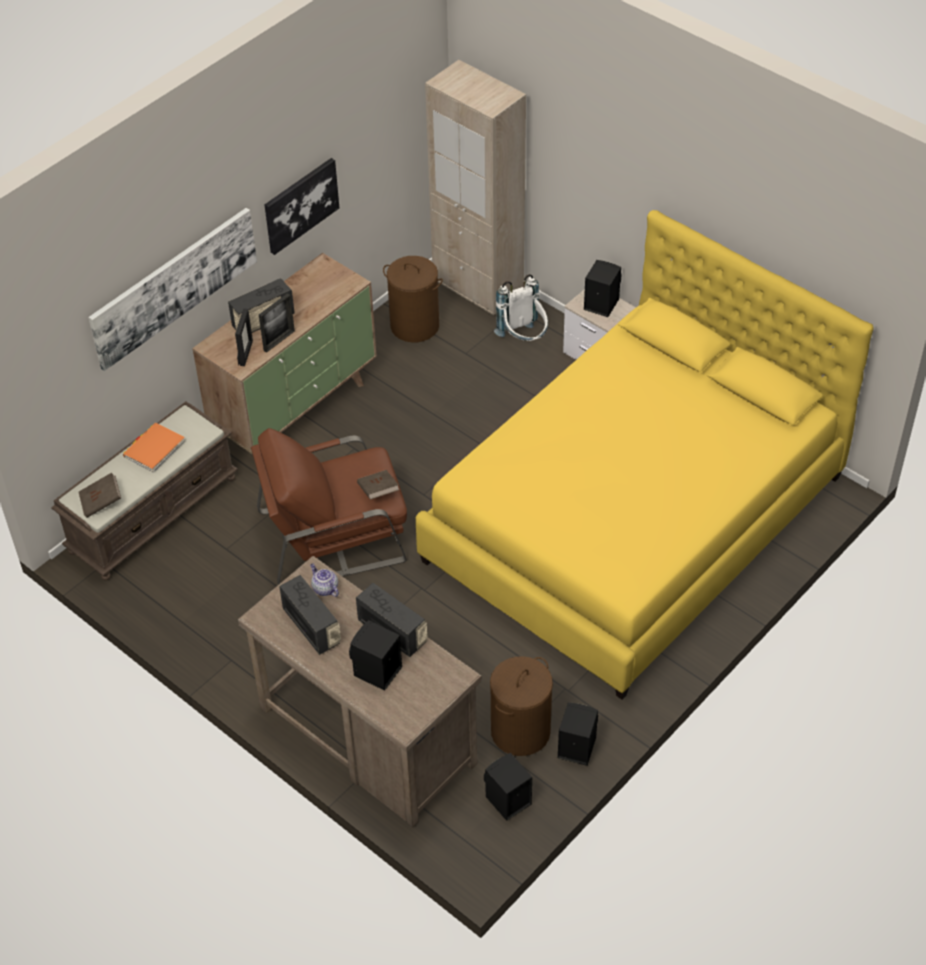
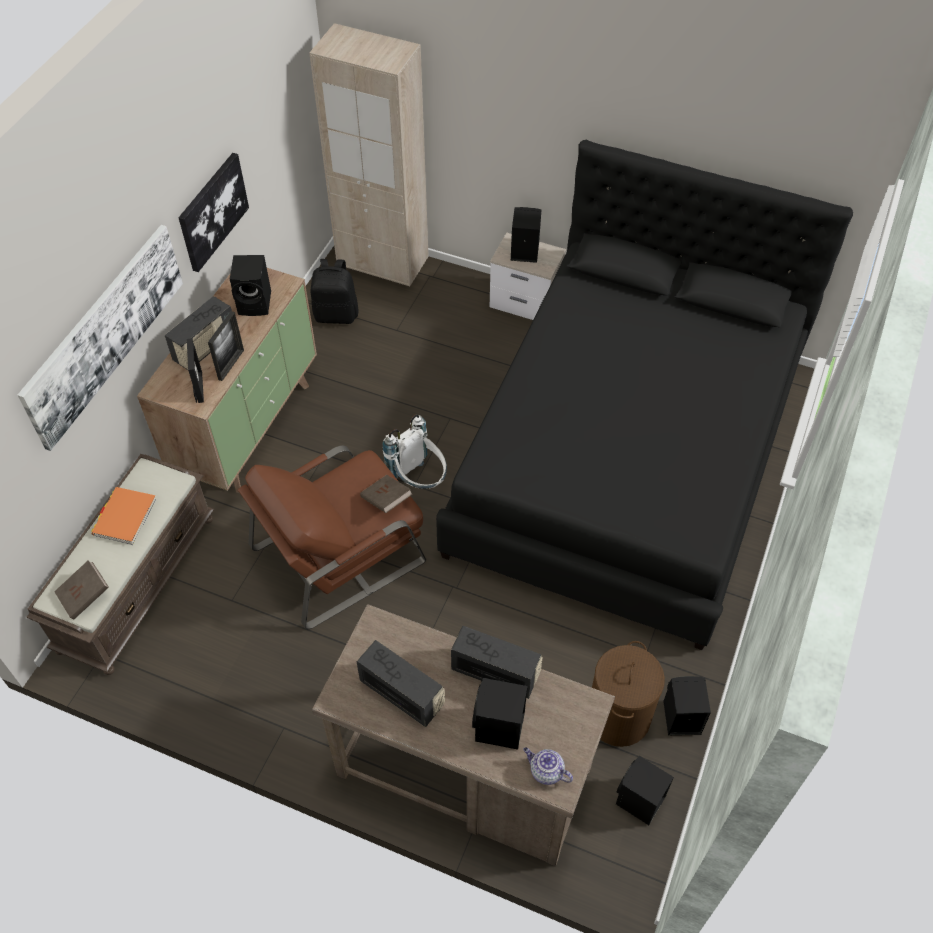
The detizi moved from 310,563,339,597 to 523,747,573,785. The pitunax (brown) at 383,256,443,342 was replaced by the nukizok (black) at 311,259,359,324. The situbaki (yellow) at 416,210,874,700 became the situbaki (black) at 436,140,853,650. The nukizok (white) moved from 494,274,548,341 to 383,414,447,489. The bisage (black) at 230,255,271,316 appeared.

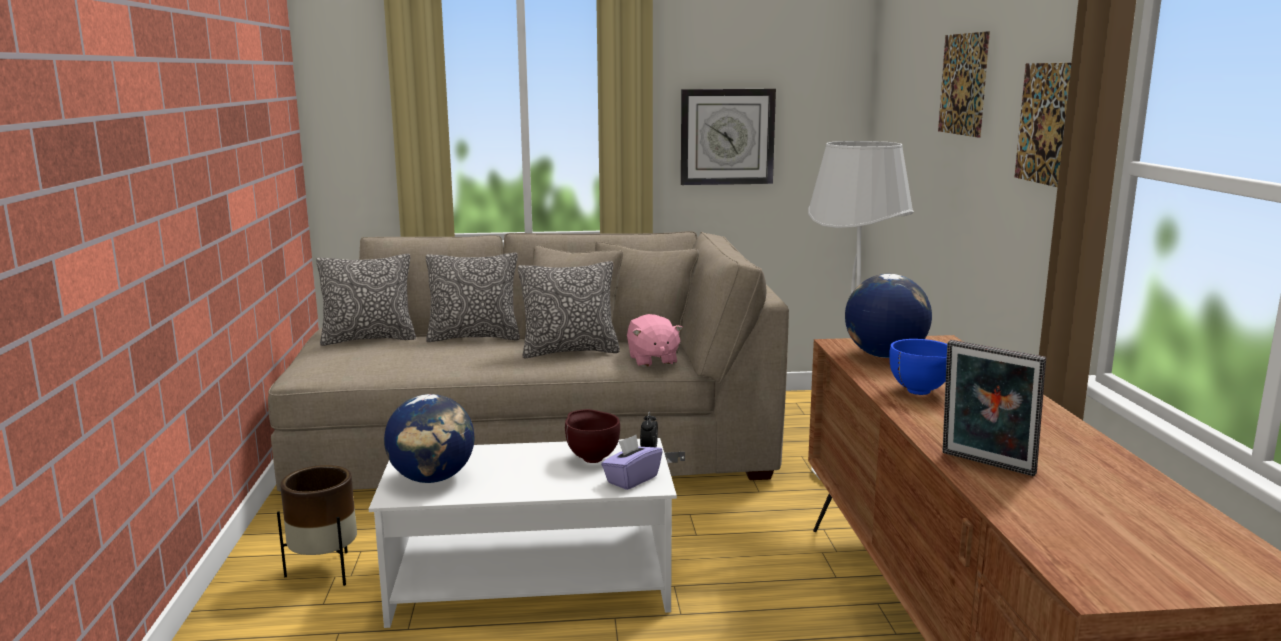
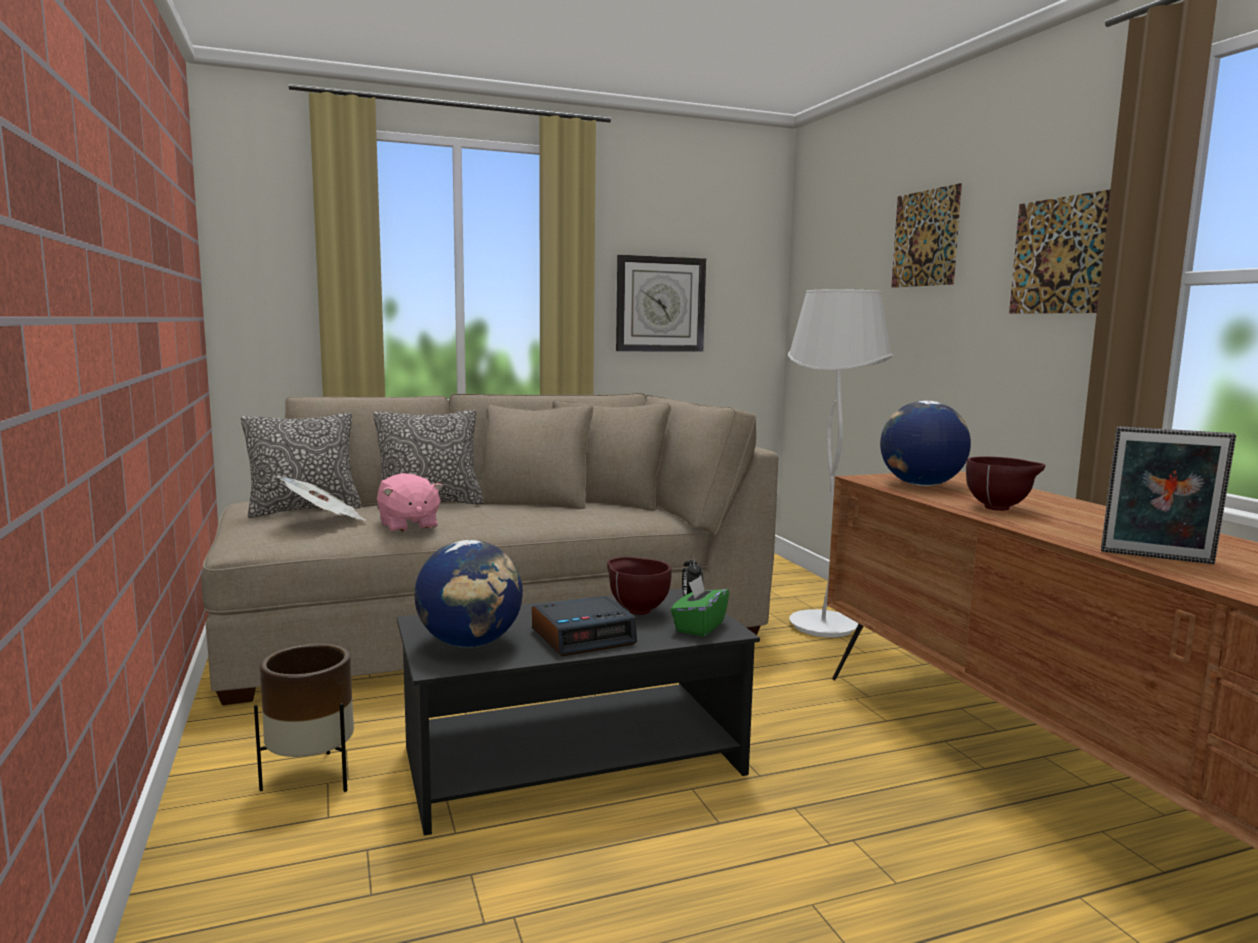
The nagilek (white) at 369,438,677,628 became the nagilek (black) at 397,588,760,836. The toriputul at 518,261,620,358 disappeared. The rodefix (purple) at 601,435,663,490 became the rodefix (green) at 671,576,729,637. The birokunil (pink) moved from 627,314,683,367 to 377,473,443,533. The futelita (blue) at 889,339,947,395 became the futelita (brown) at 966,456,1045,511. The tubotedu at 276,476,366,521 appeared. The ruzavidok at 532,596,637,657 appeared.

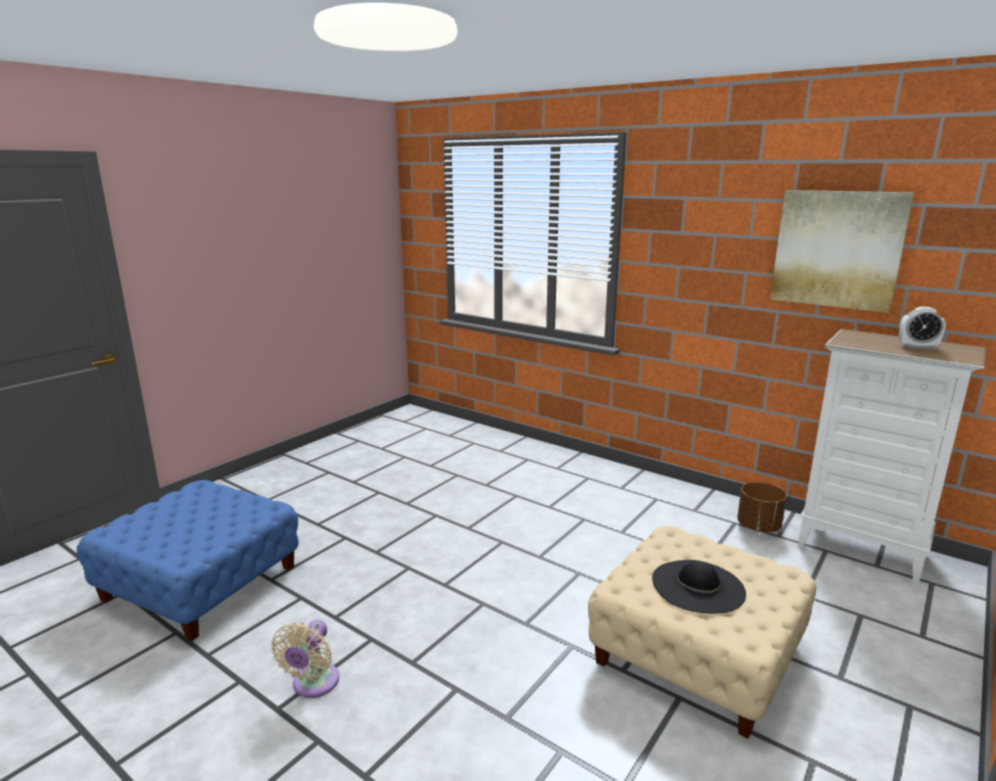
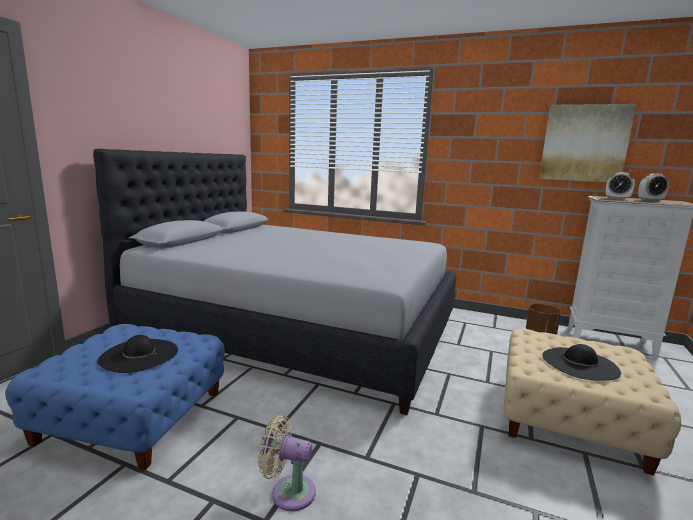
The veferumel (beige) at 271,620,339,698 turned 105 degrees clockwise. The situbaki (grey) at 93,149,456,415 appeared. The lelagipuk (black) at 97,335,178,373 appeared. The ruzavidok at 606,172,635,200 appeared.

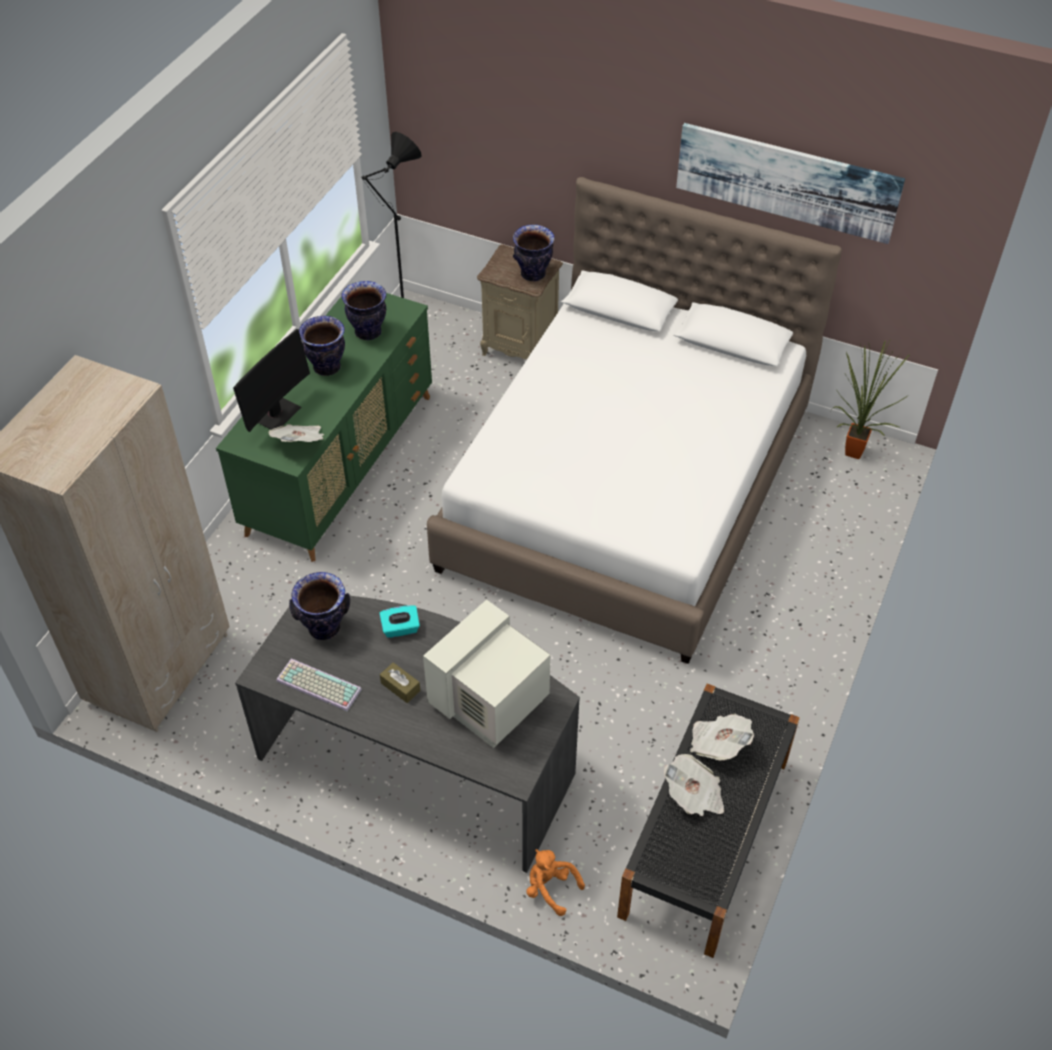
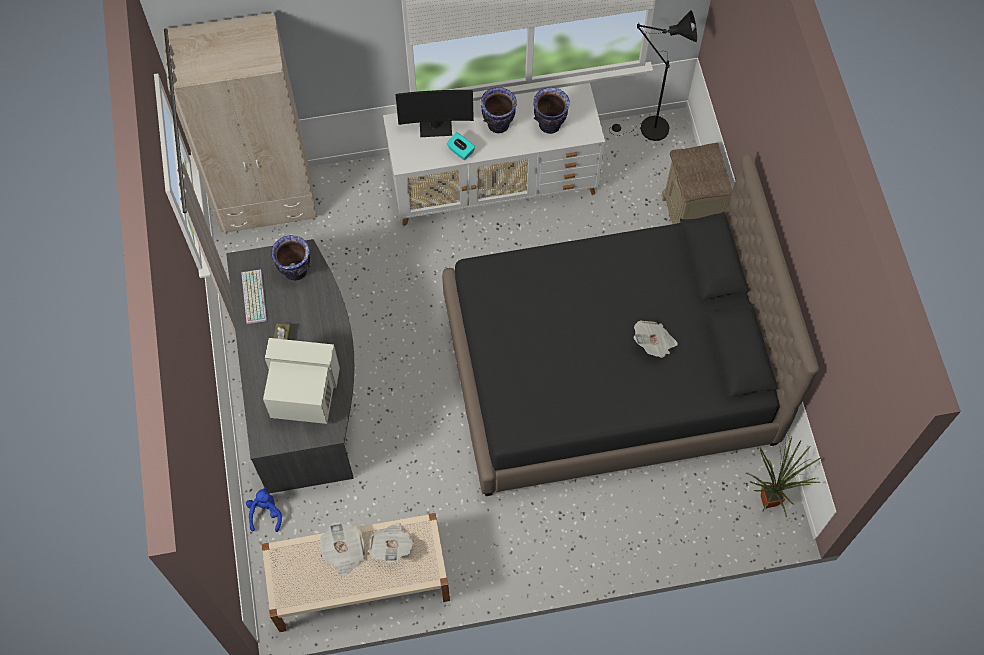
The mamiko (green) at 216,293,432,562 became the mamiko (white) at 383,83,605,226. The tubotedu moved from 269,424,324,442 to 633,320,678,358. The rodefix (turquoise) moved from 379,605,420,638 to 447,132,475,160. The situbaki (white) at 427,177,842,664 became the situbaki (black) at 442,154,819,496. The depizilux at 513,224,555,281 disappeared. The birokunil (orange) at 526,849,585,916 became the birokunil (blue) at 246,487,282,532. The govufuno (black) at 617,683,800,958 became the govufuno (beige) at 261,513,450,632. The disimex at 676,123,905,244 disappeared.

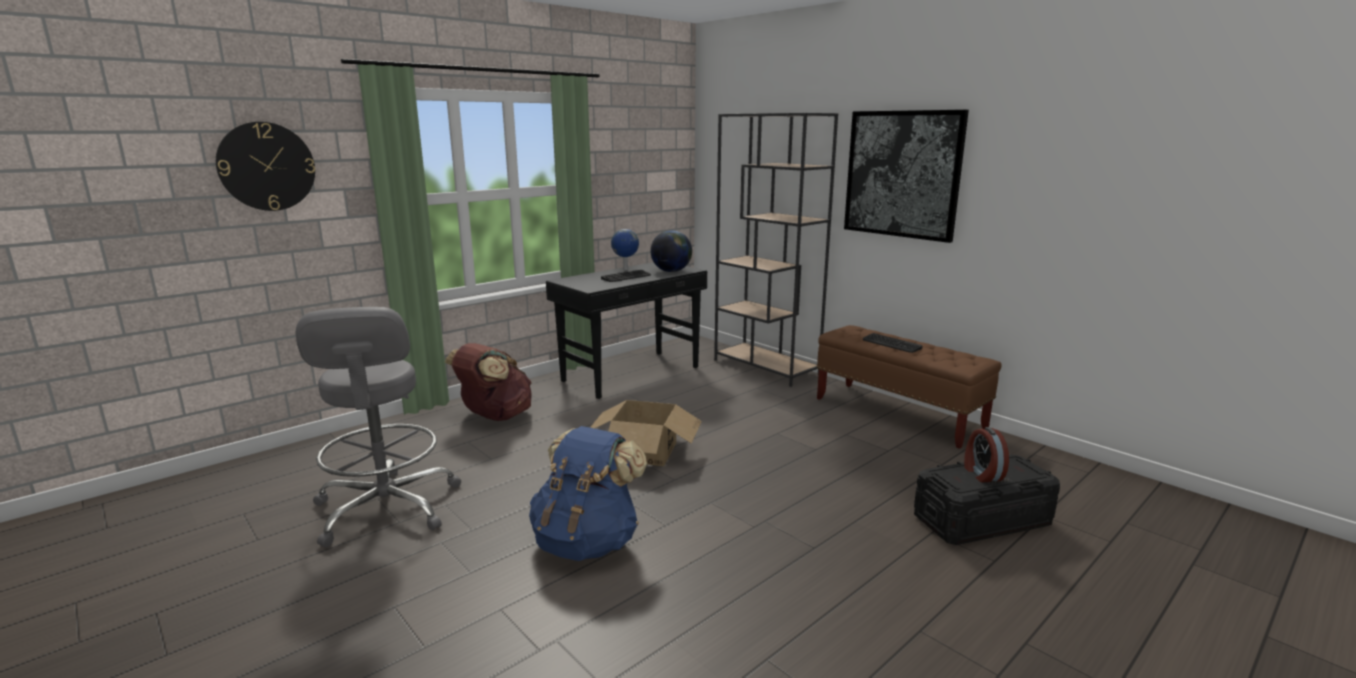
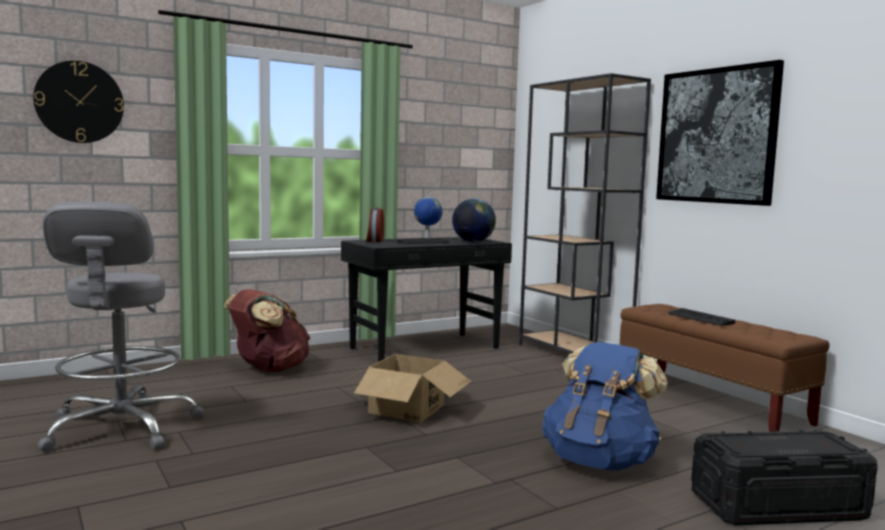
The nukizok (blue) moved from 529,426,647,561 to 542,342,668,471. The ruzavidok moved from 964,427,1009,482 to 366,207,384,242.

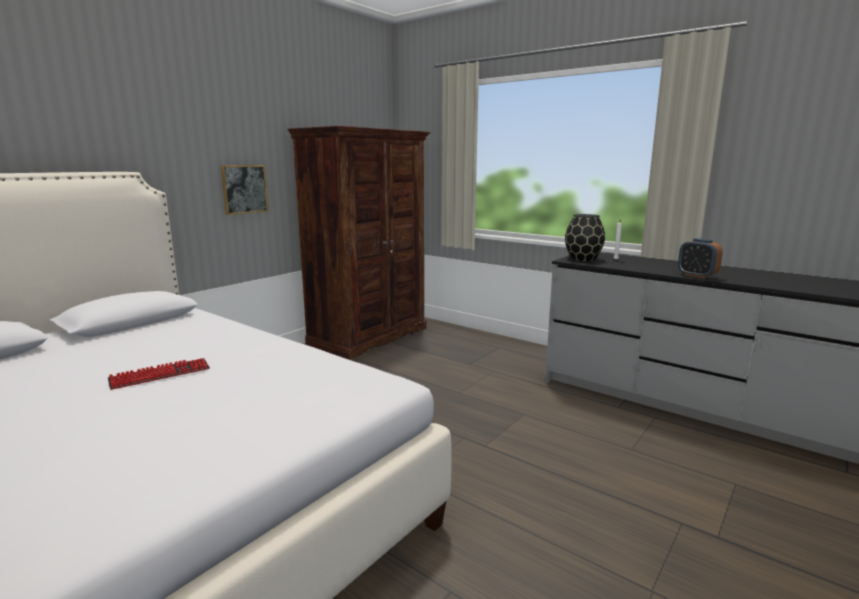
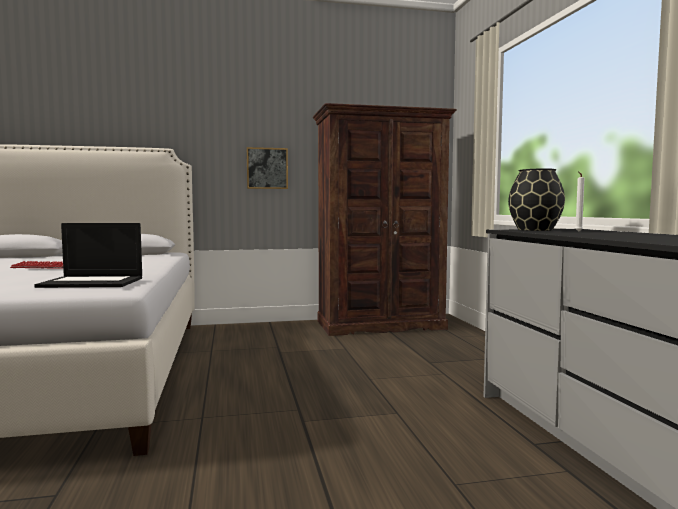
The ruzavidok at 678,238,723,278 disappeared. The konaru at 34,223,142,288 appeared.

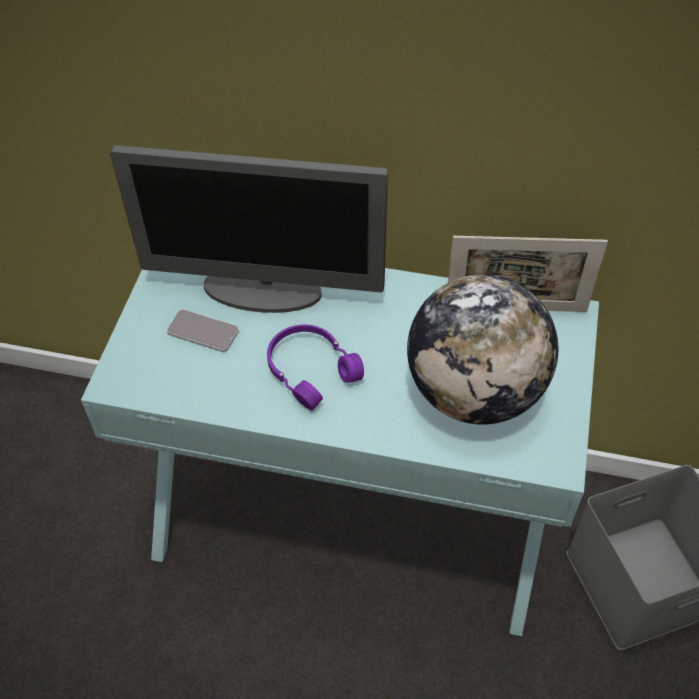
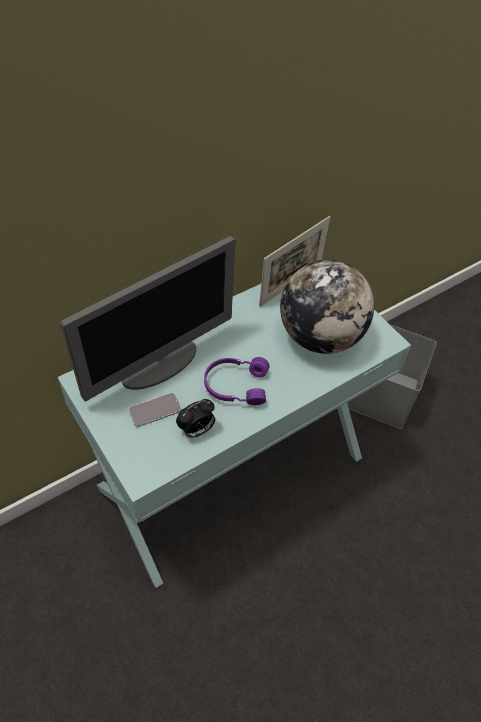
The ruzavidok at 176,399,215,438 appeared.

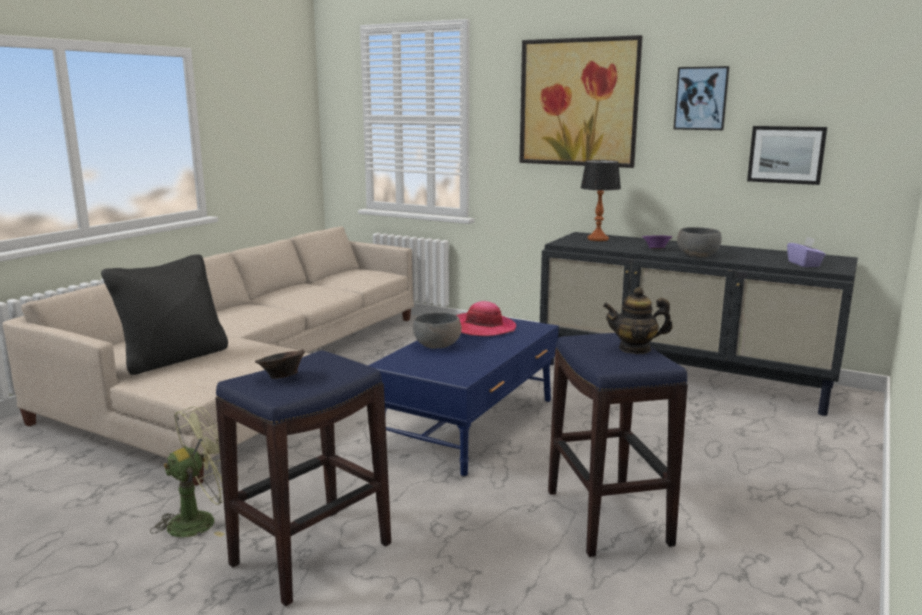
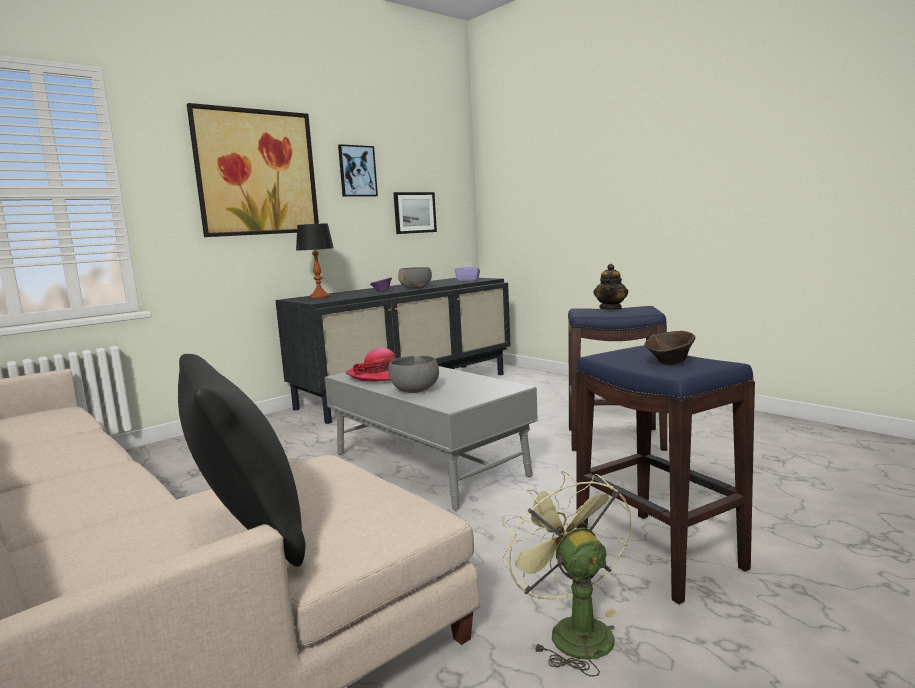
The nagilek (blue) at 368,318,559,476 became the nagilek (grey) at 325,366,538,510.

